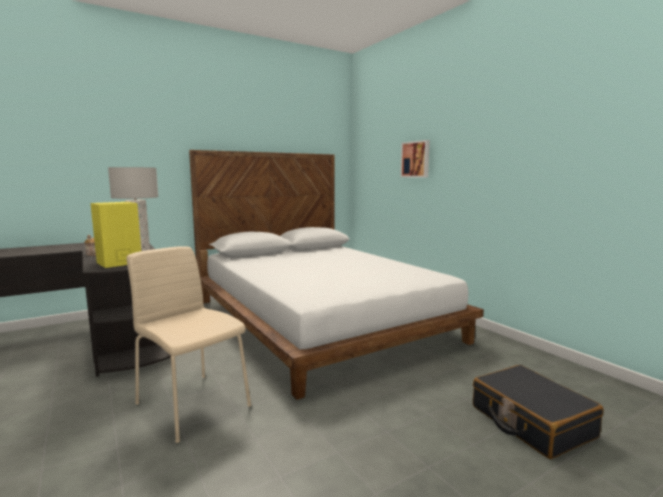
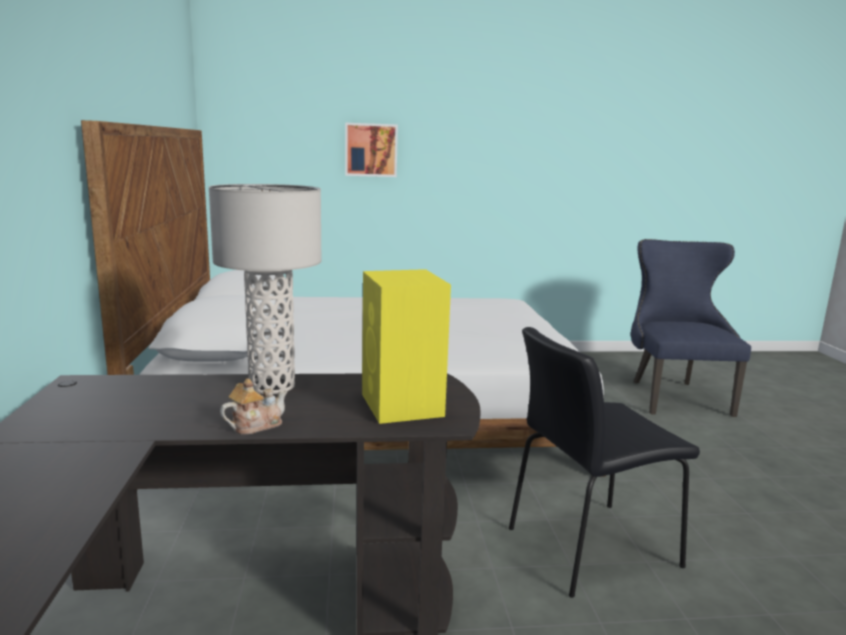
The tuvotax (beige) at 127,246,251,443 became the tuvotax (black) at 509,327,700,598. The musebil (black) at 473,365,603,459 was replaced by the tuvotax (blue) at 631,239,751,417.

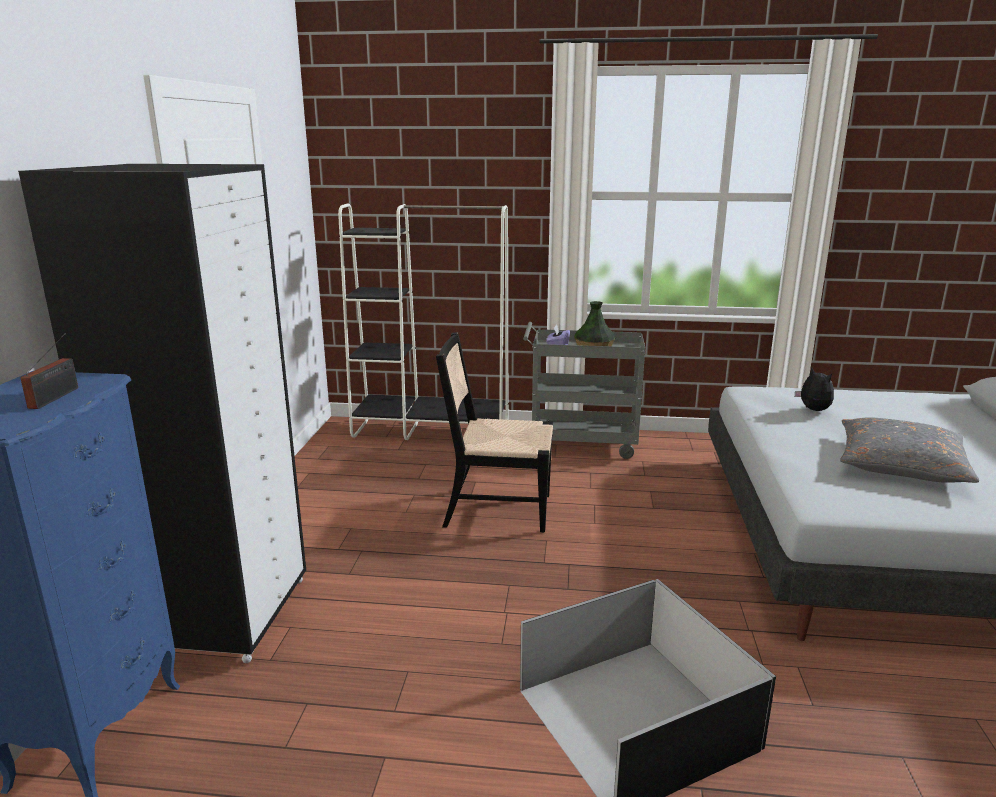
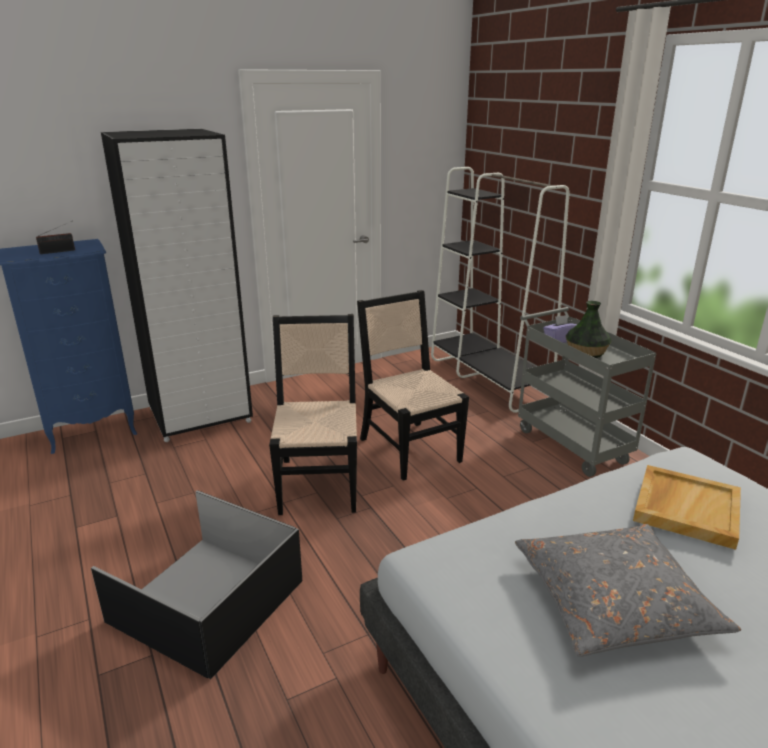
The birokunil at 795,368,834,411 was replaced by the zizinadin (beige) at 633,465,741,550. The tuvotax at 269,314,357,515 appeared.

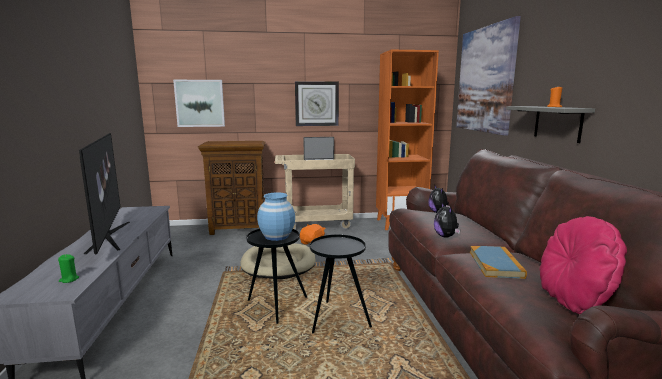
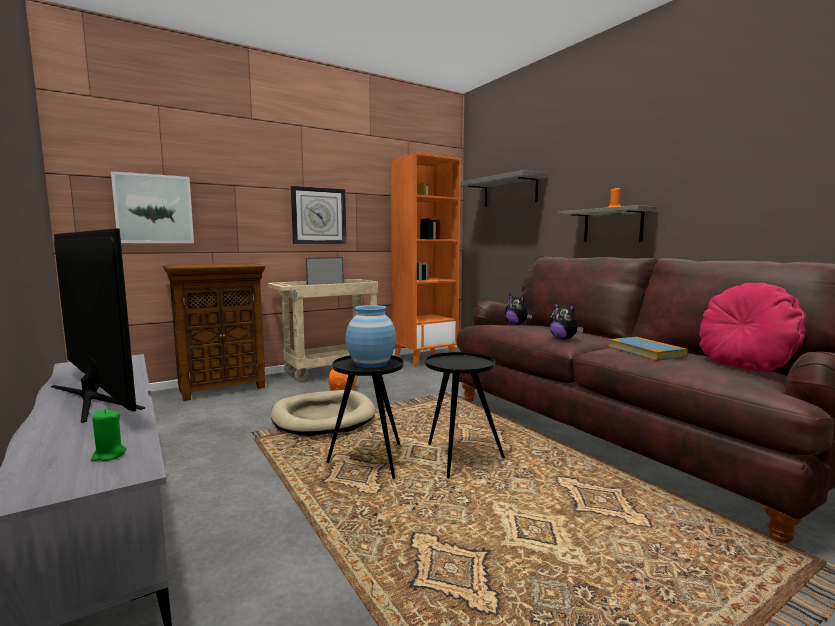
The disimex at 456,16,521,136 was replaced by the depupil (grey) at 460,170,546,207.

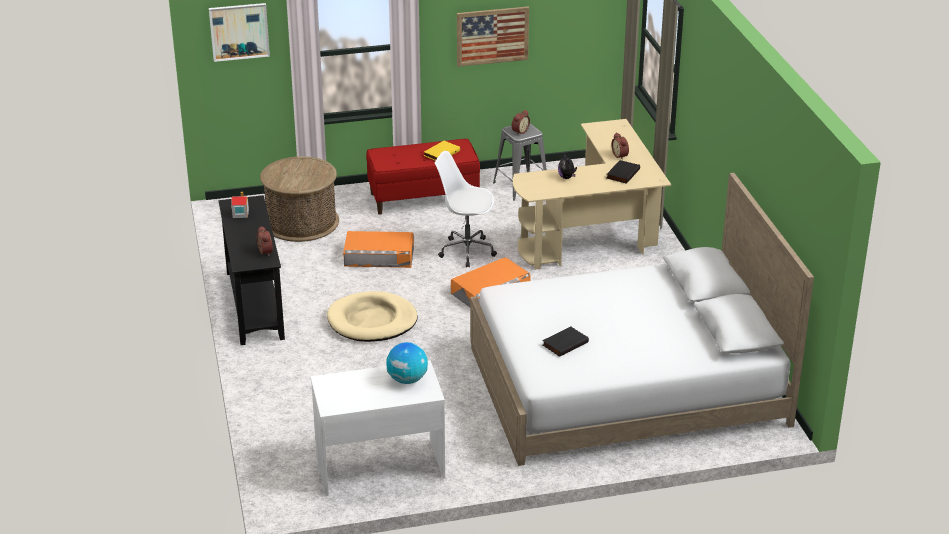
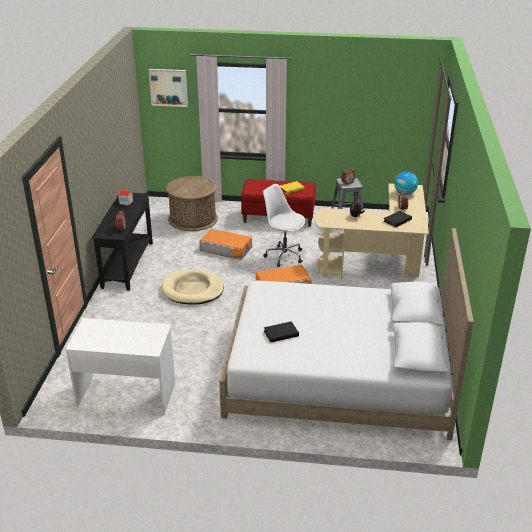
The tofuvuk moved from 386,342,428,384 to 394,172,418,195. The disimex at 457,6,529,67 disappeared.

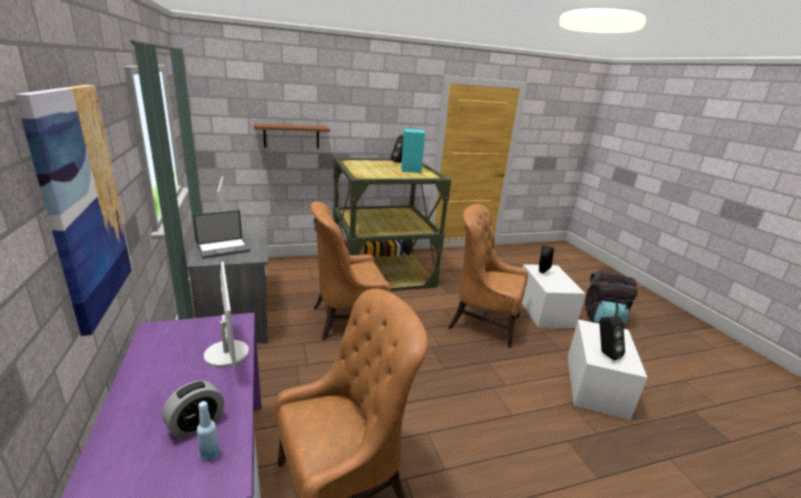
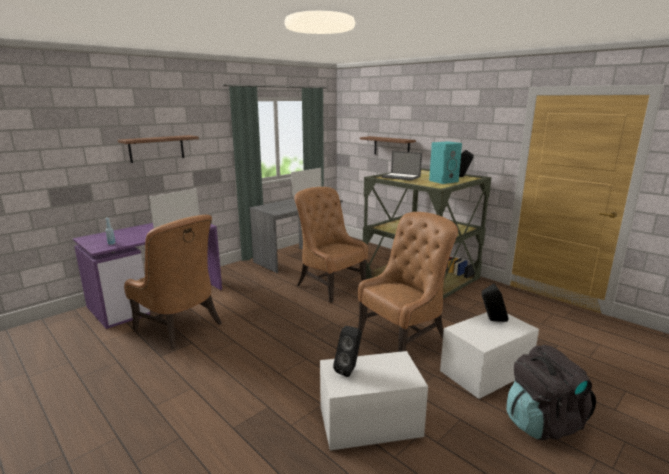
The disimex at 14,85,132,336 was replaced by the depupil (brown) at 118,135,199,163. The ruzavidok at 162,380,224,439 disappeared. The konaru moved from 193,210,251,259 to 381,151,422,181. The tuvotax (brown) at 448,204,528,348 turned 60 degrees clockwise.

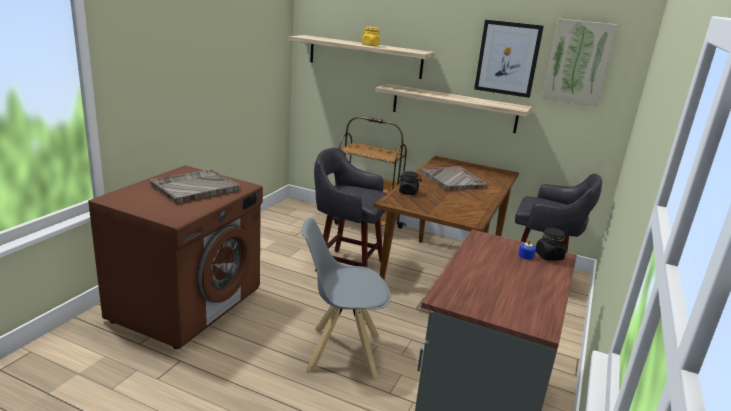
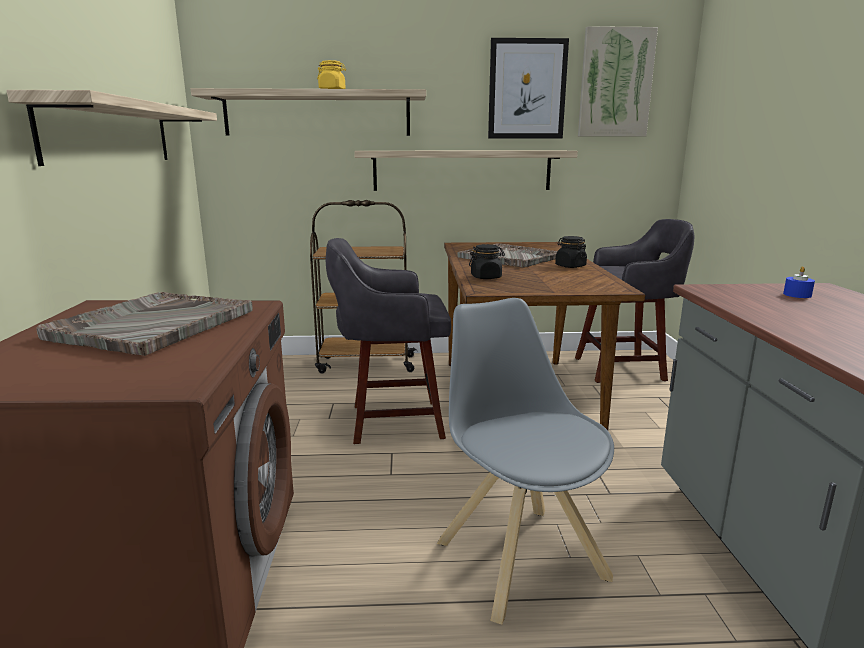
The tuvotax (grey) at 301,218,391,379 turned 90 degrees clockwise. The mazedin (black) moved from 536,228,566,261 to 555,236,587,268. The depupil at 7,90,217,166 appeared.

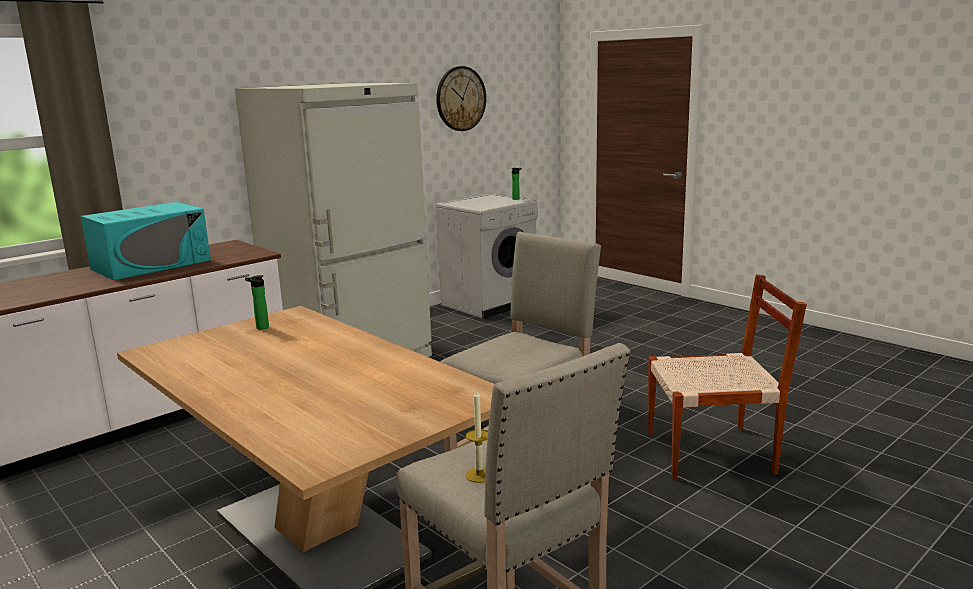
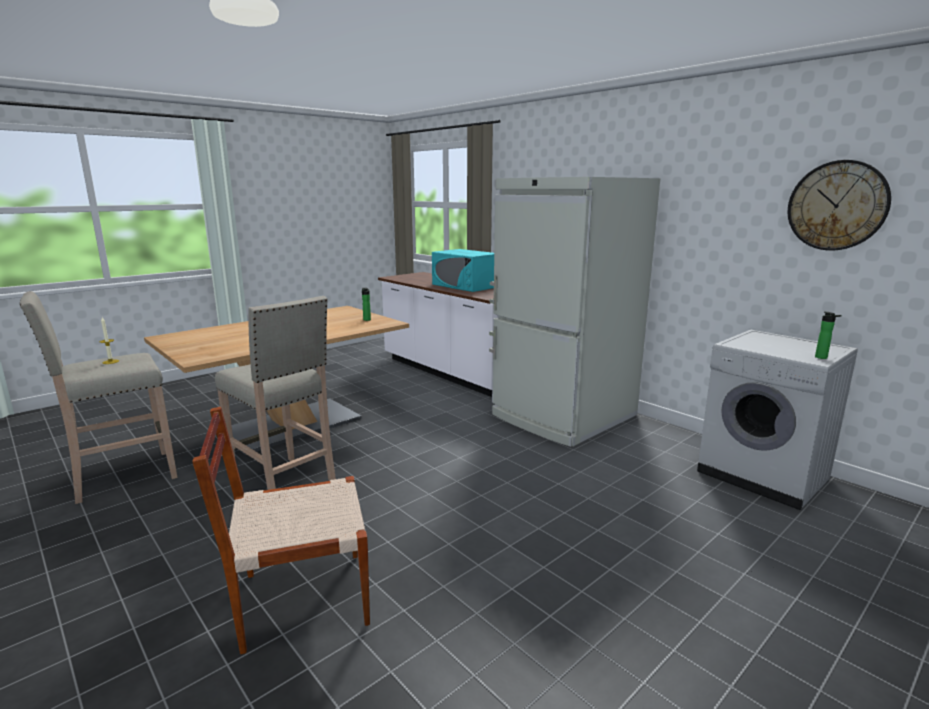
The tuvotax at 648,274,807,479 turned 75 degrees clockwise.

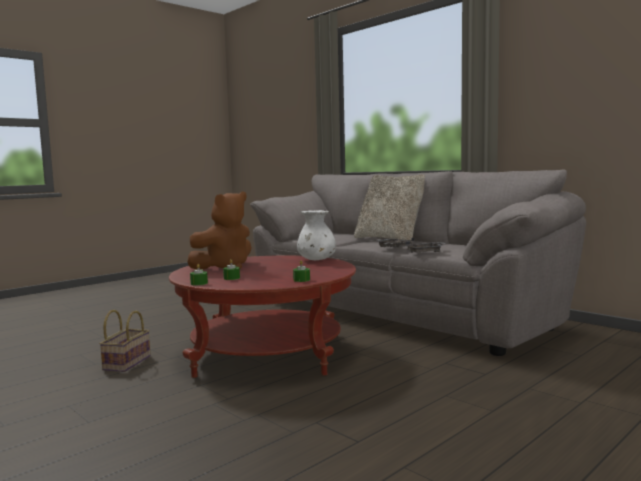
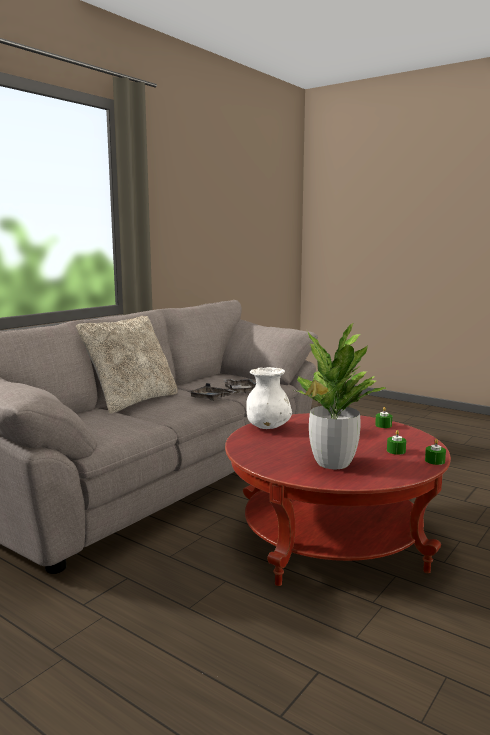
The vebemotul at 99,310,151,372 disappeared. The birokunil (brown) at 188,192,251,270 was replaced by the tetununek at 291,323,387,469.

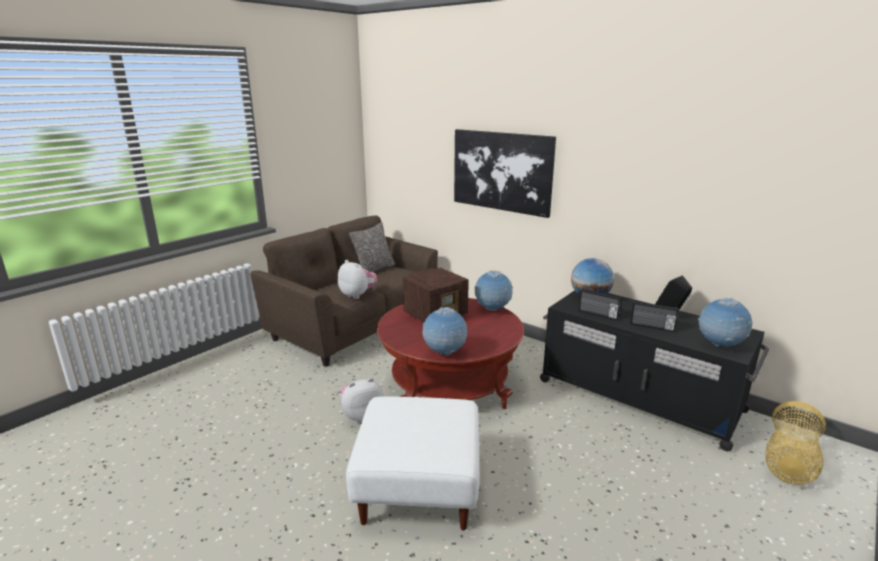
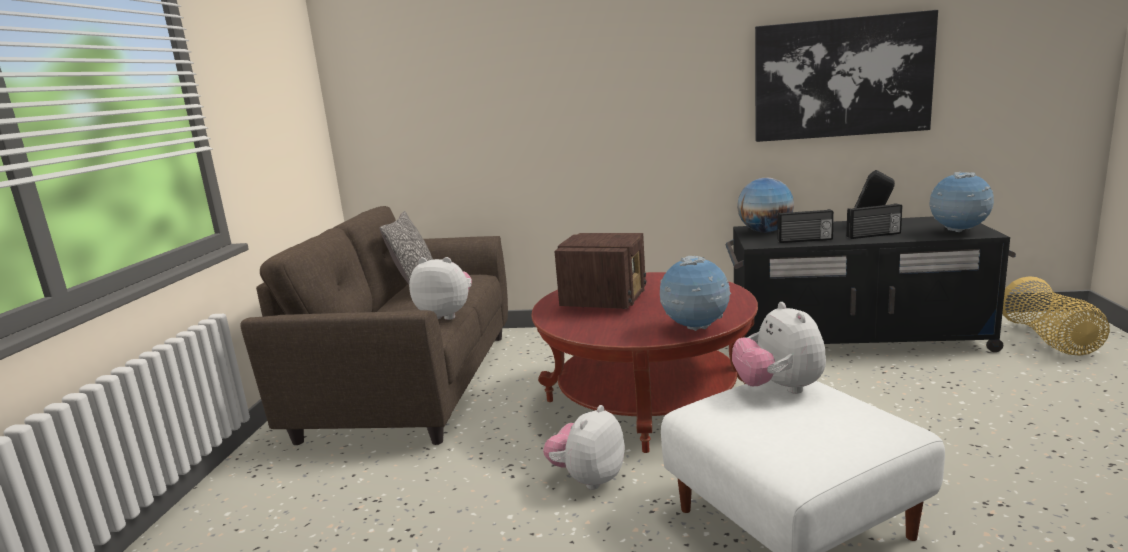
The disimex moved from 454,129,556,218 to 755,10,938,142. The tofuvuk at 475,271,513,311 disappeared. The birokunil at 732,302,826,394 appeared.

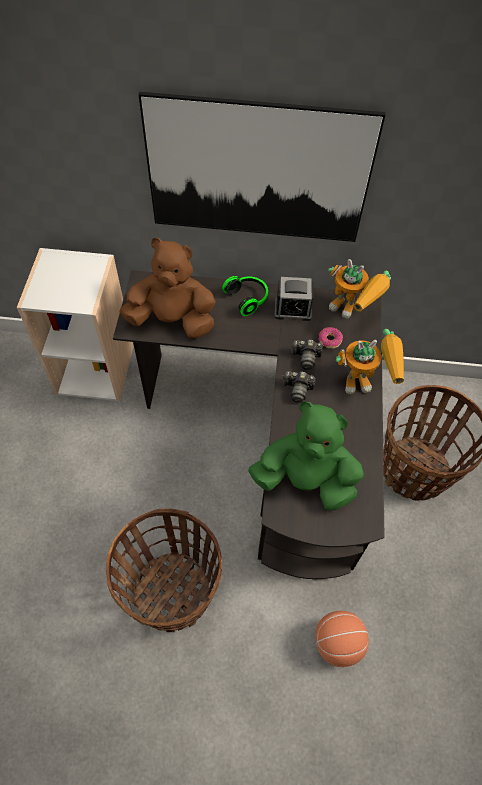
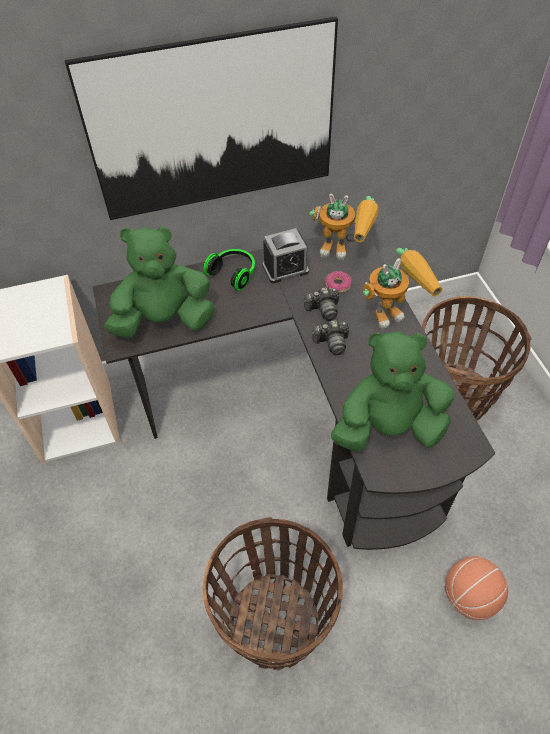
The birokunil (brown) at 119,238,216,338 became the birokunil (green) at 104,226,215,338.

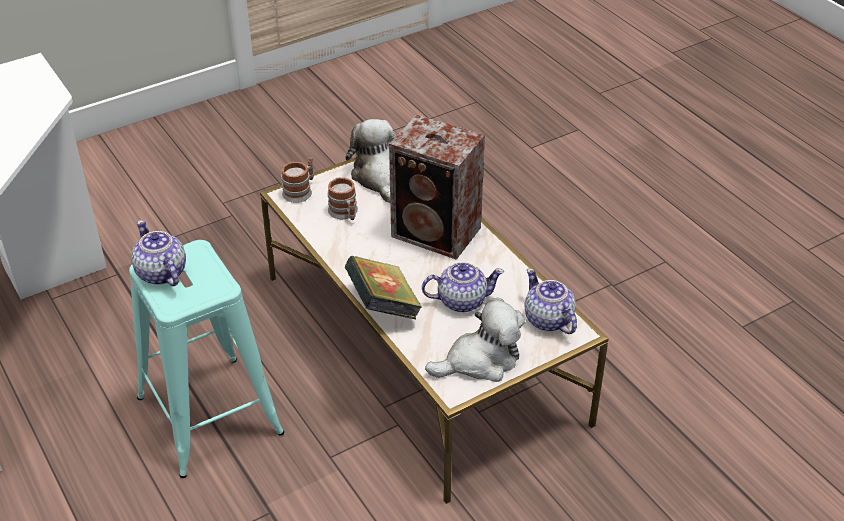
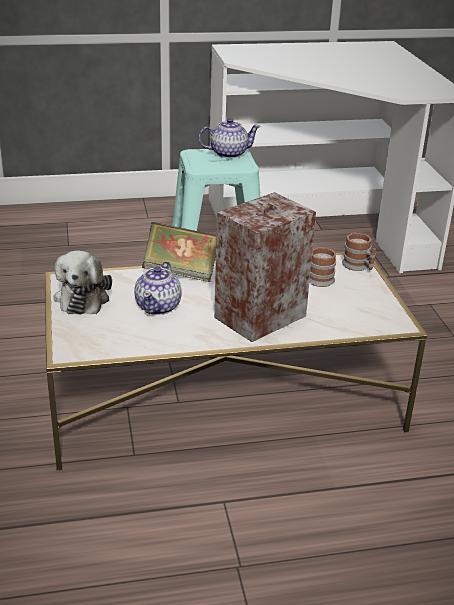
The birokunil at 345,119,396,203 disappeared. The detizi at 525,268,577,334 disappeared.

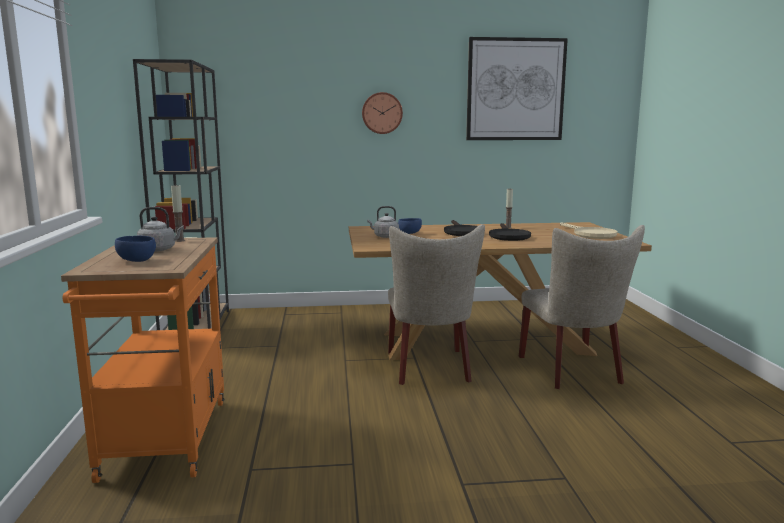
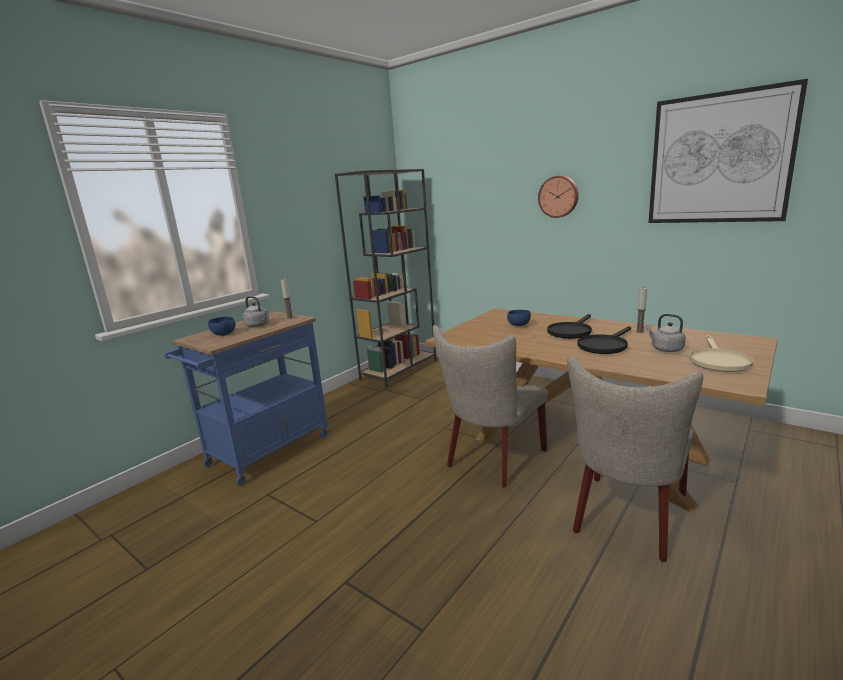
The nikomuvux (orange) at 61,237,225,483 became the nikomuvux (blue) at 164,311,328,486. The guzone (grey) moved from 367,206,399,238 to 646,314,686,352.

